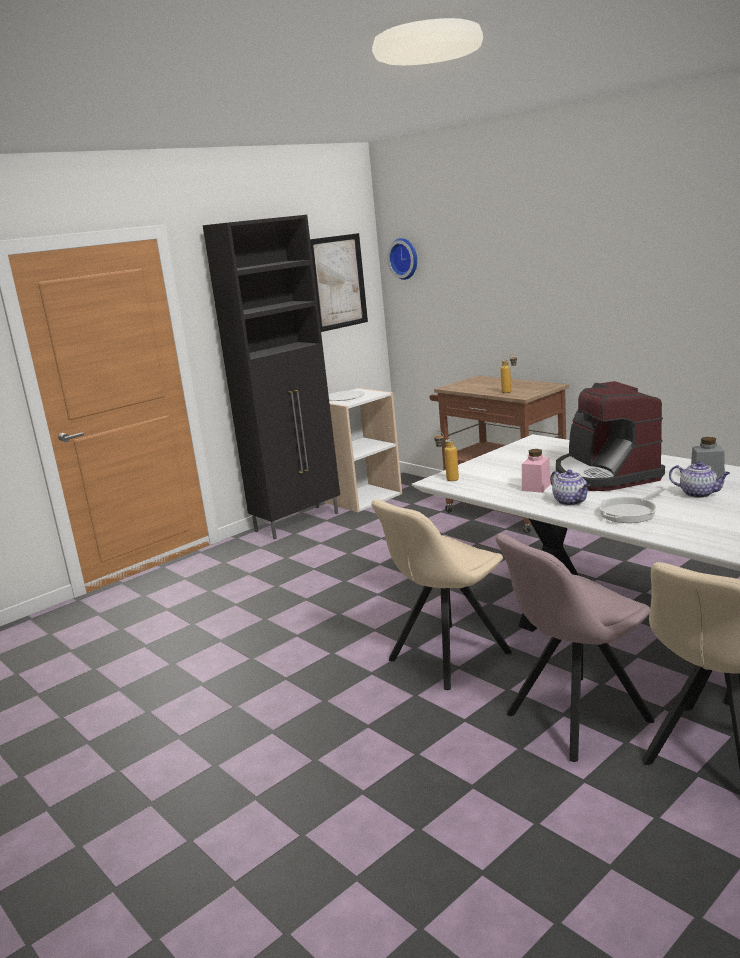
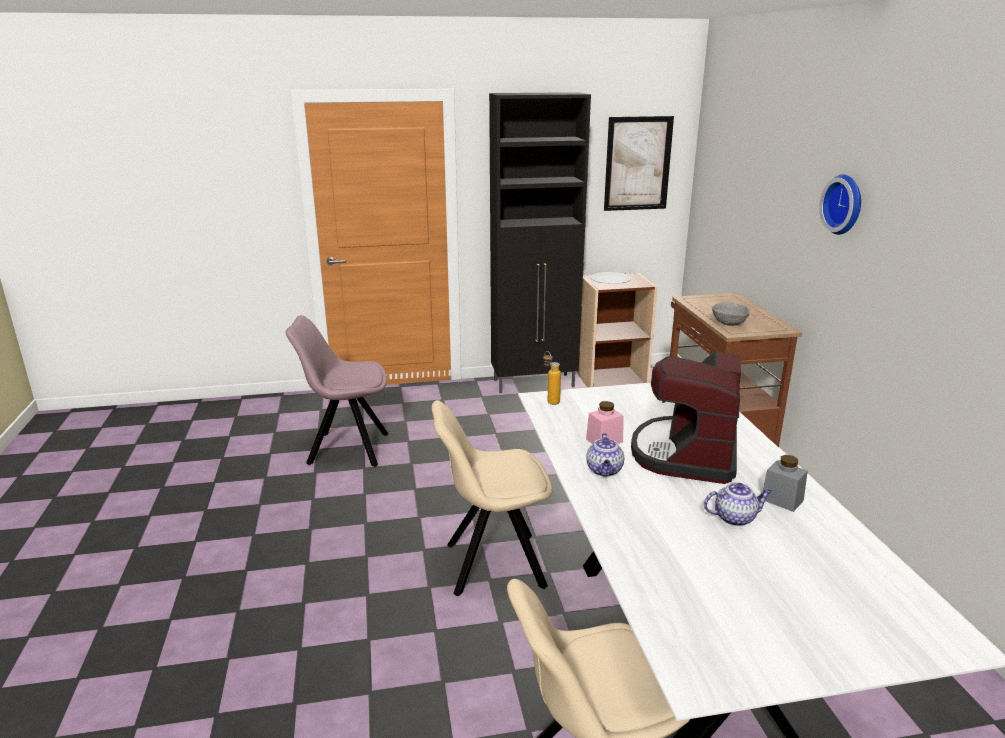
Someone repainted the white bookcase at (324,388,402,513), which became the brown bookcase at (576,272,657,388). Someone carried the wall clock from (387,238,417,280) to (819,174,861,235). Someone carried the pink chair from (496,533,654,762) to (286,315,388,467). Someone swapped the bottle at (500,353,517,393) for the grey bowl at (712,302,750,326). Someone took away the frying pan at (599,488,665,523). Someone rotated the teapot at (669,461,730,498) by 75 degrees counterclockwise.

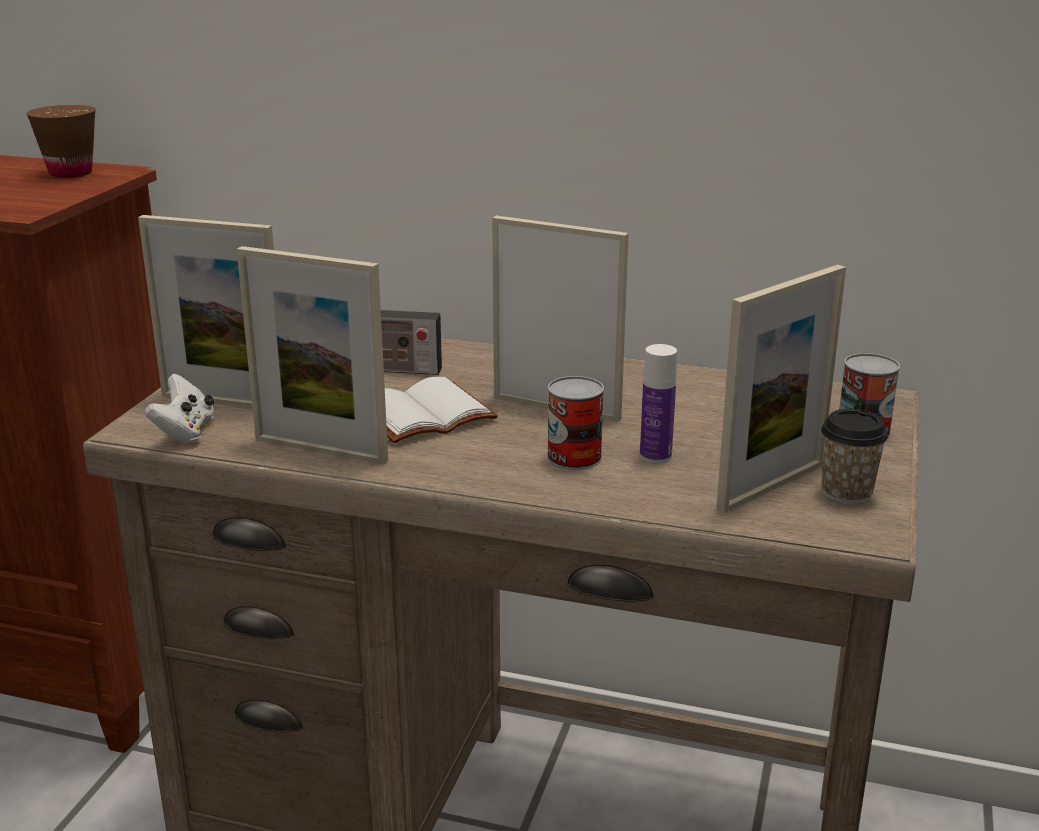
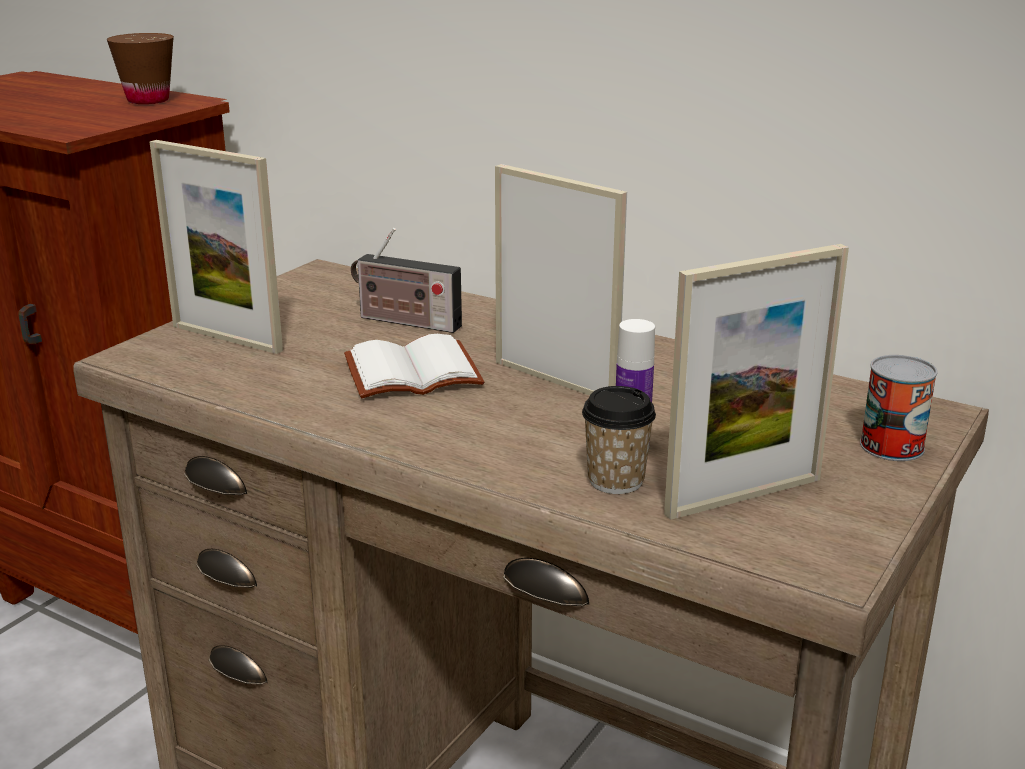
Someone took away the white game controller at (144,374,214,444). Someone took away the picture frame at (237,246,388,465). Someone took away the can at (547,376,604,470). Someone carried the cup from (821,409,888,504) to (582,386,656,494).

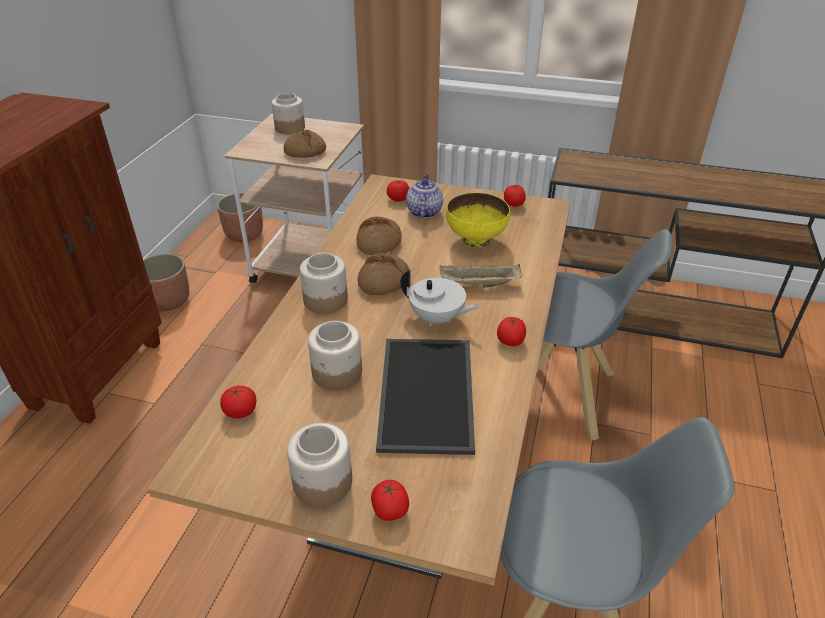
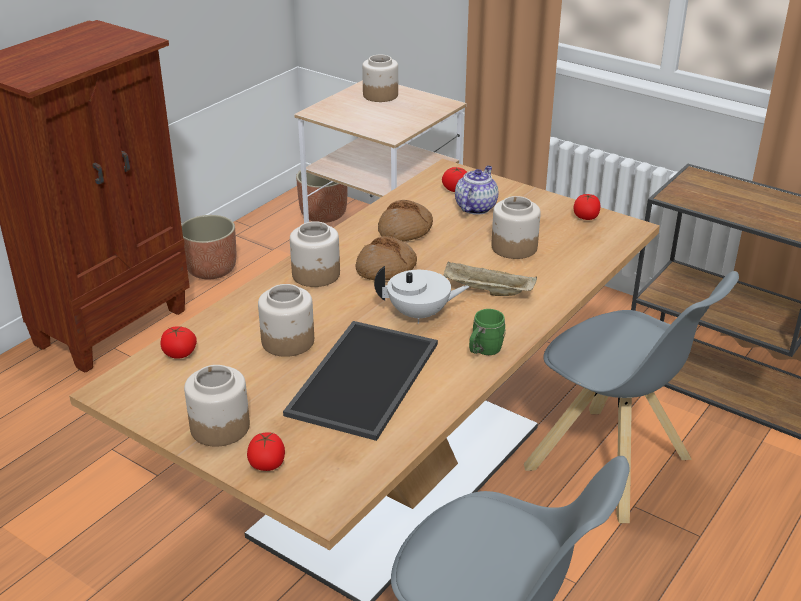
Someone took away the bread at (283,130,326,158). Someone rotated the white teapot at (401,269,480,327) by 45 degrees counterclockwise. Someone swapped the yellow bowl at (446,192,510,248) for the jar at (491,196,541,259). Someone swapped the tomato at (497,316,526,346) for the green mug at (469,309,506,355).

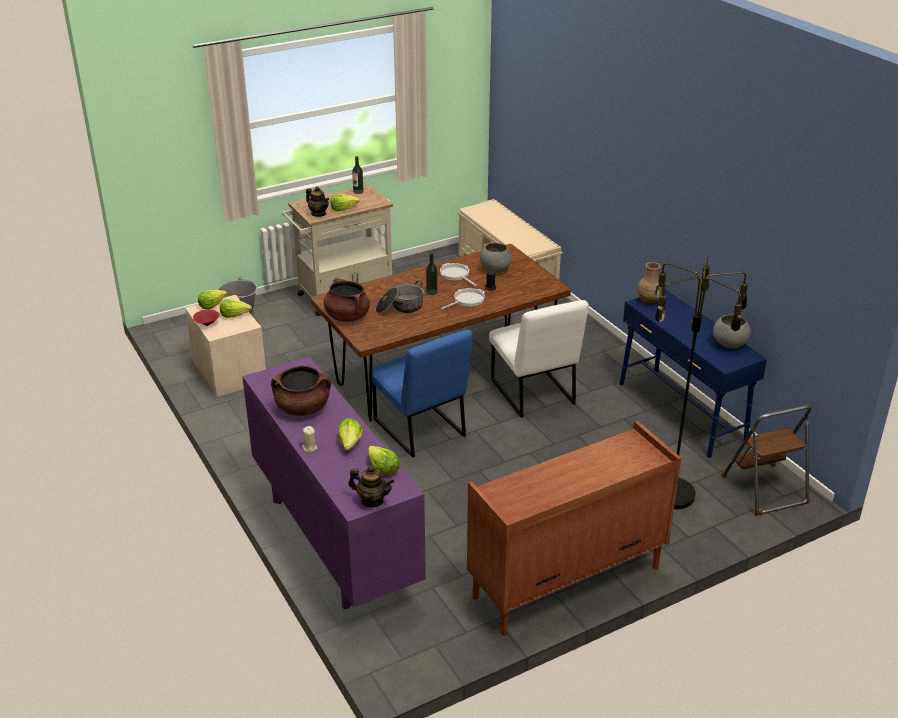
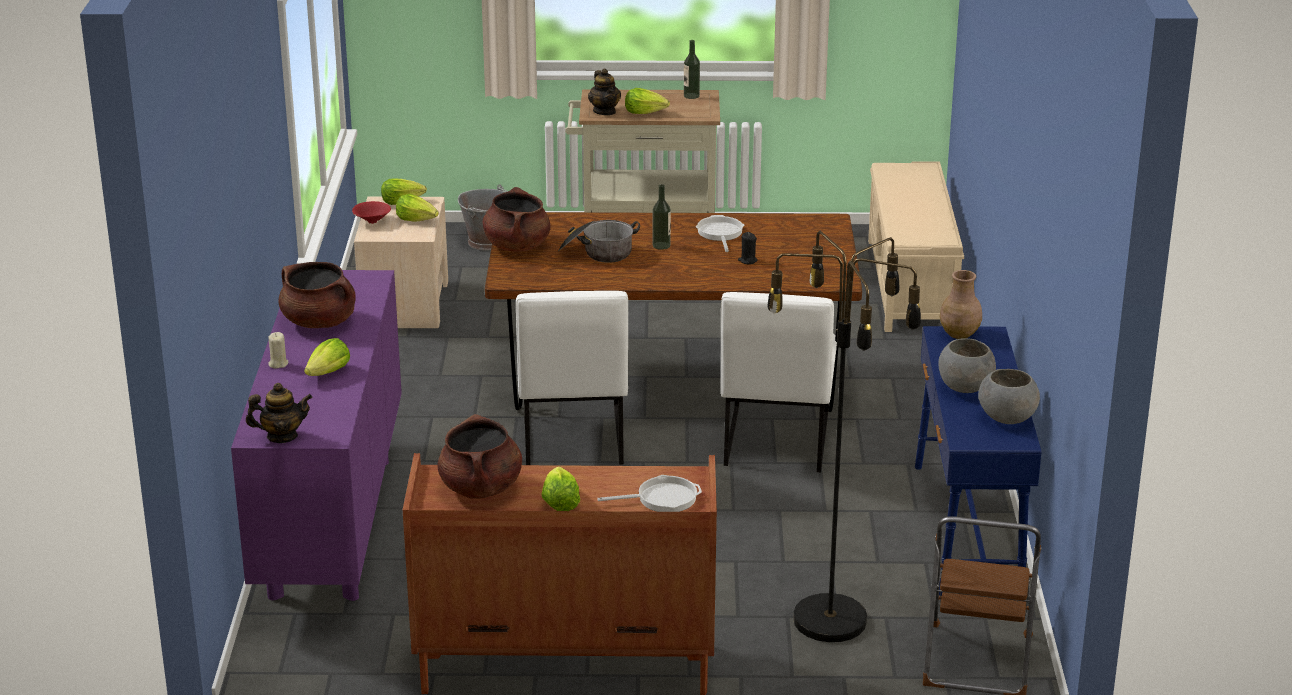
Someone rotated the teapot at (348,466,394,507) by 60 degrees counterclockwise. Someone carried the lettuce from (368,446,400,475) to (542,467,580,511). Someone repainted the blue chair at (369,330,473,458), which became the white chair at (516,291,628,465). Someone carried the frying pan from (440,288,485,310) to (597,475,702,512). Someone carried the grey bowl from (480,243,512,273) to (938,338,996,393). Someone put down the brown cooking pot at (437,414,522,499).

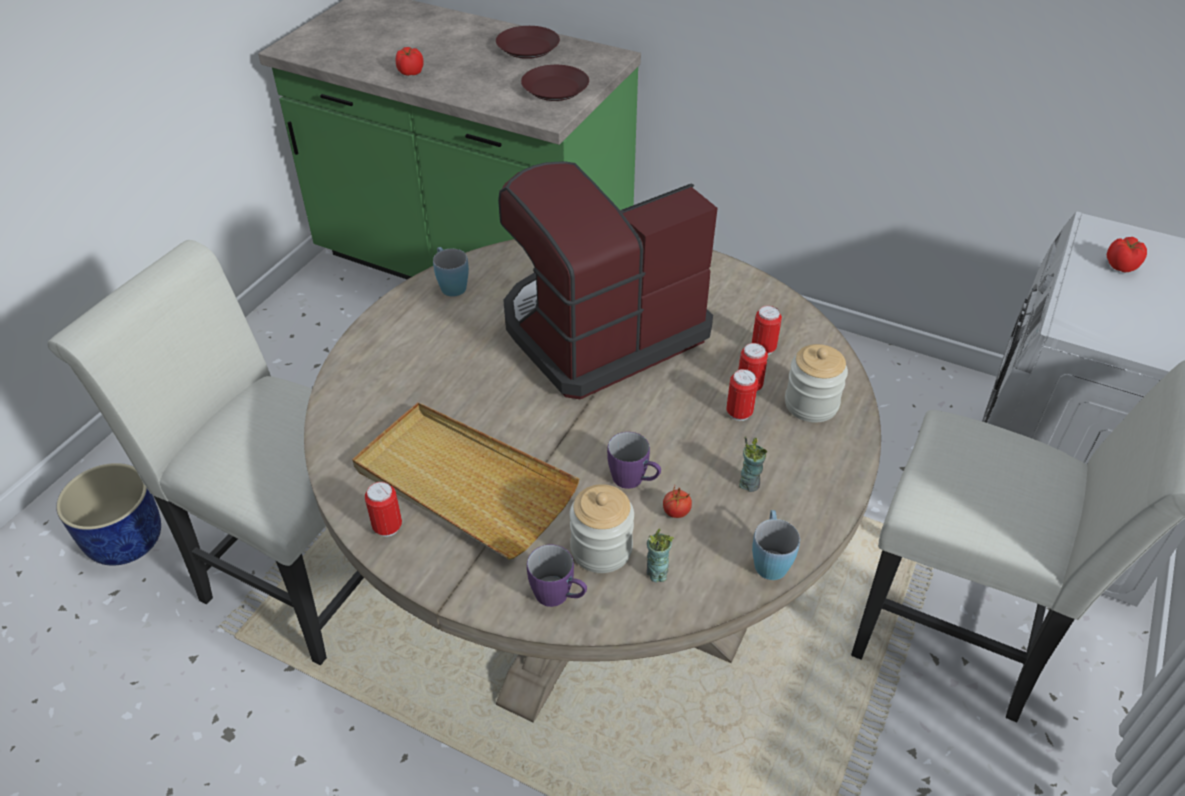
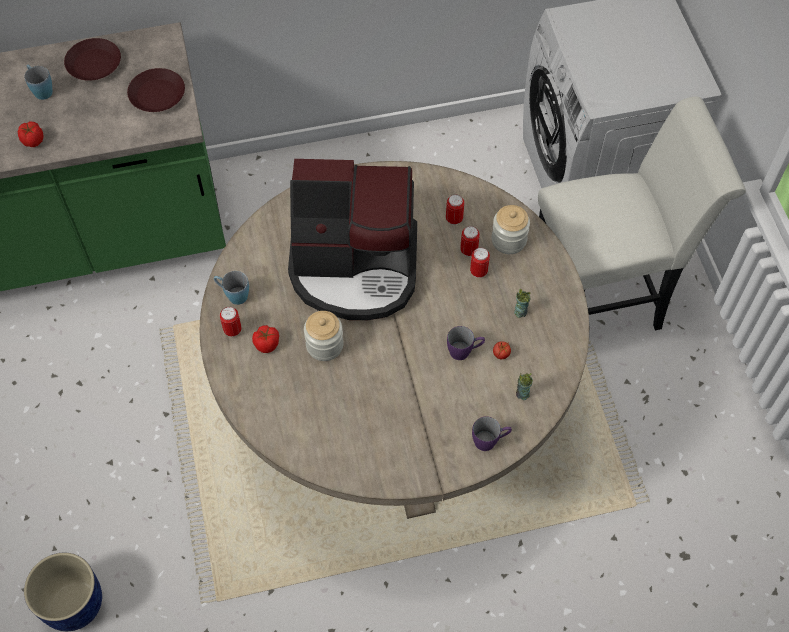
Someone took away the white chair at (47,240,364,665). Someone took away the beige tray at (352,402,579,559). Someone carried the can from (365,482,402,537) to (220,307,242,337). Someone rotated the coffee machine at (498,161,718,400) by 105 degrees counterclockwise. Someone carried the jar from (569,484,634,573) to (304,311,344,361). Someone carried the blue mug from (752,510,800,580) to (24,64,53,100). Someone carried the tomato from (1107,237,1147,272) to (252,325,279,353).

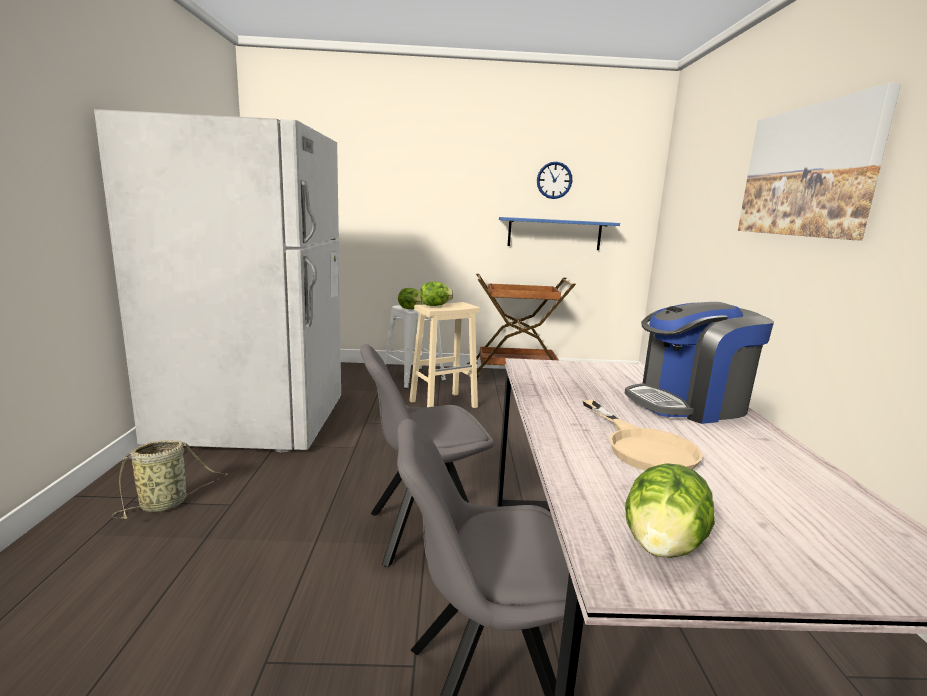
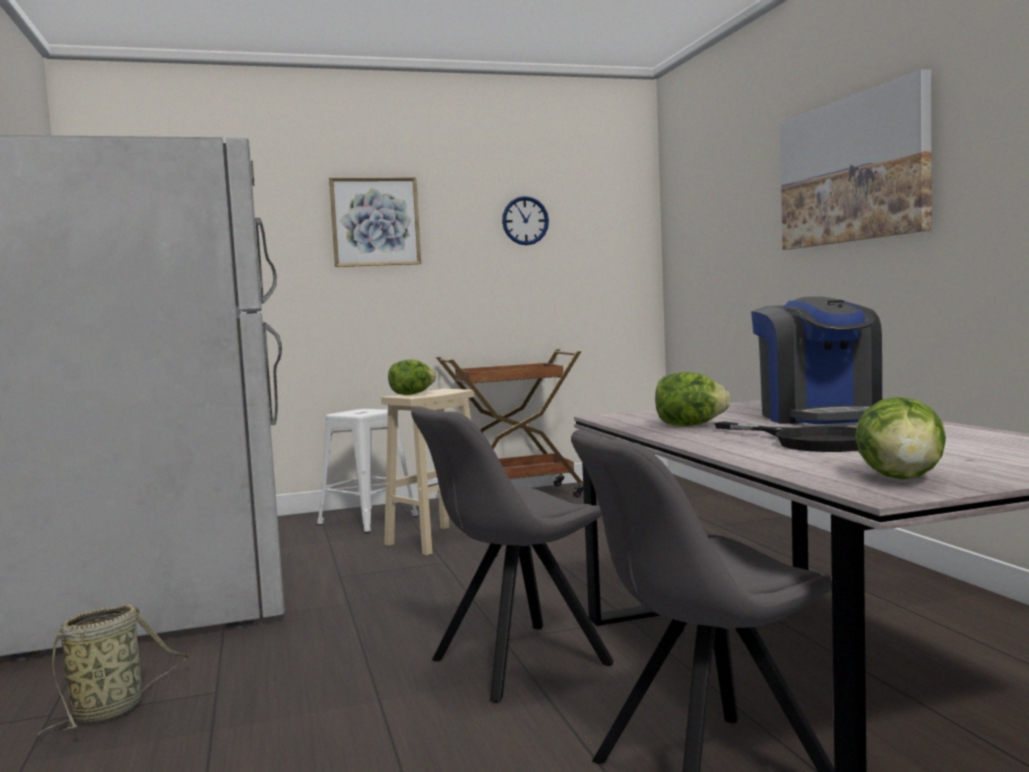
Someone carried the lettuce from (398,288,425,309) to (655,372,731,426). Someone took away the blue shelf at (499,217,620,250). Someone repainted the beige frying pan at (583,400,703,471), which became the black frying pan at (714,421,858,452). Someone rotated the coffee machine at (625,302,774,424) by 60 degrees counterclockwise. Someone put up the picture at (329,178,421,267).

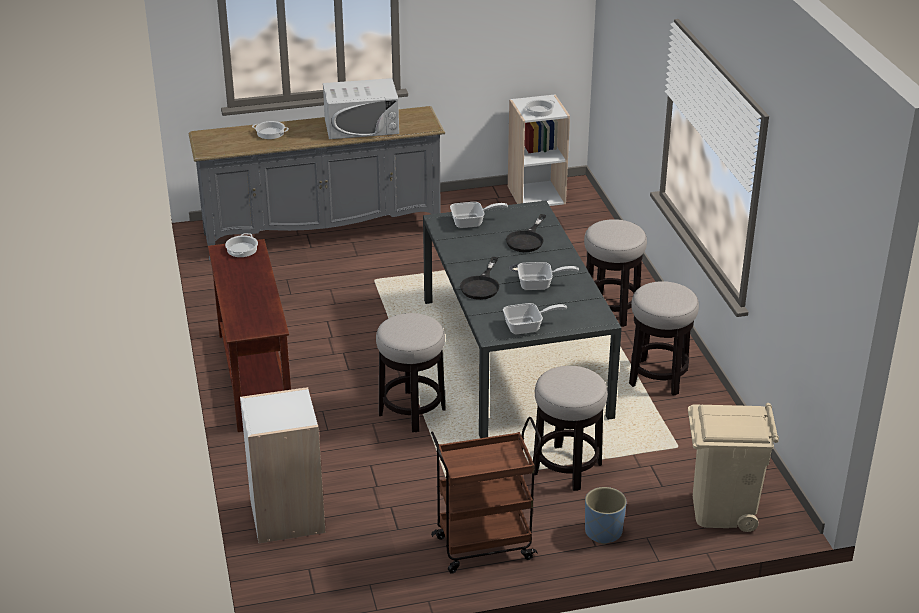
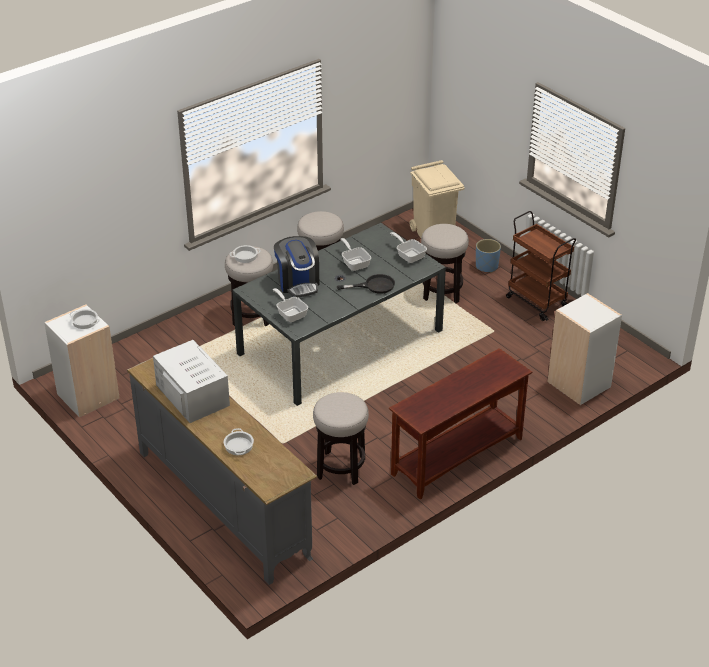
Someone carried the cooking pot from (225,233,258,257) to (230,245,261,263). Someone carried the stool from (376,313,446,432) to (313,392,369,485). Someone swapped the black frying pan at (506,214,546,252) for the coffee machine at (274,236,319,297).

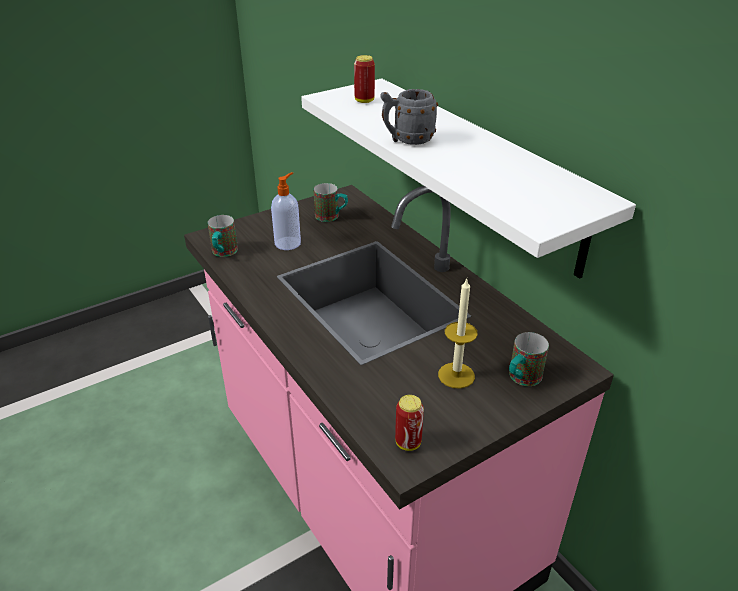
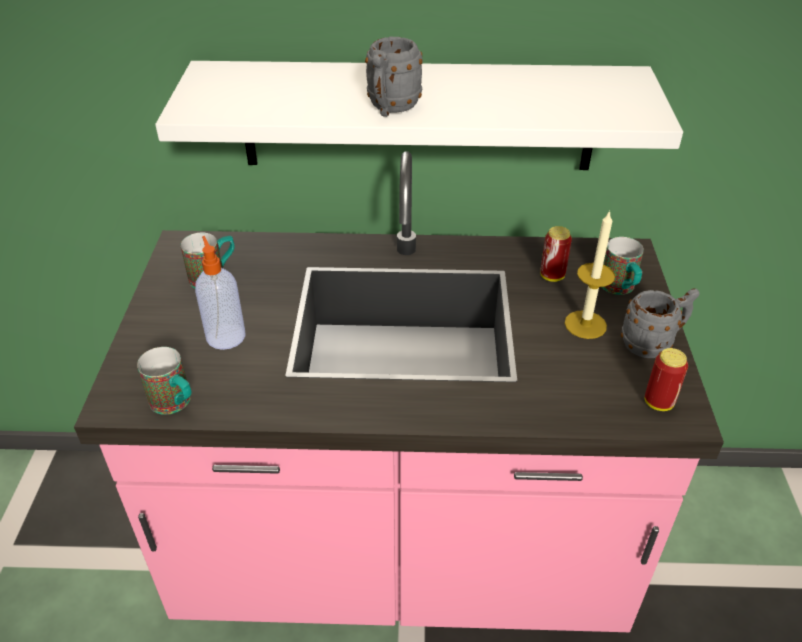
Someone carried the can from (354,55,375,103) to (540,226,572,282). Someone put down the grey mug at (621,288,700,358).

